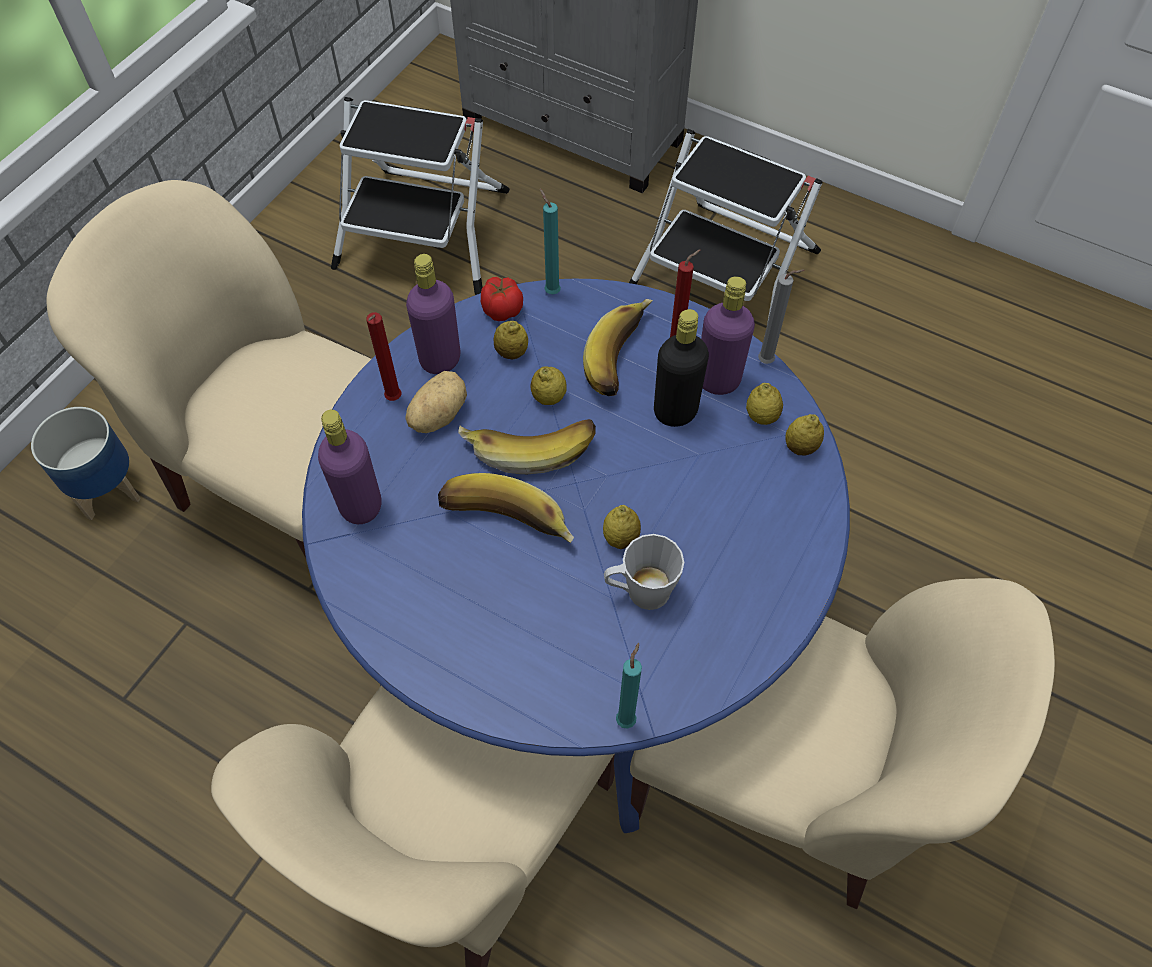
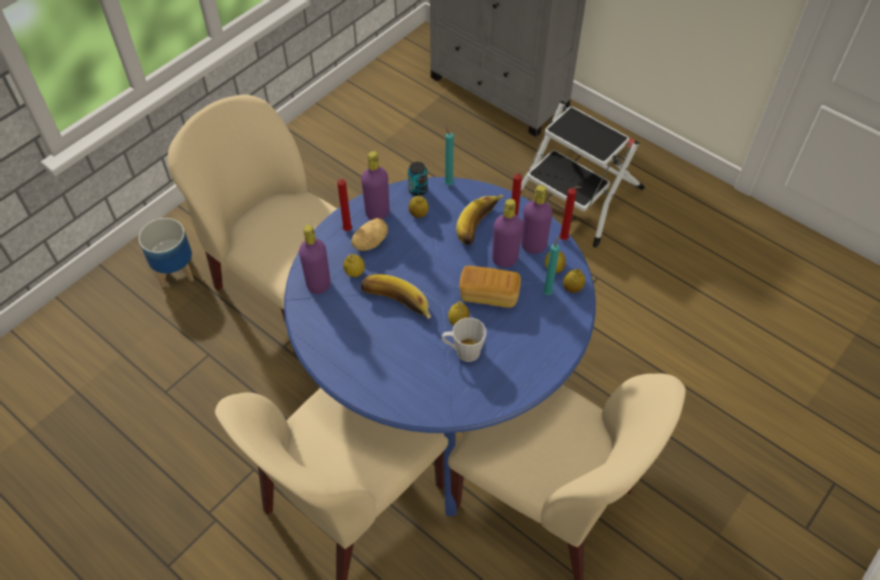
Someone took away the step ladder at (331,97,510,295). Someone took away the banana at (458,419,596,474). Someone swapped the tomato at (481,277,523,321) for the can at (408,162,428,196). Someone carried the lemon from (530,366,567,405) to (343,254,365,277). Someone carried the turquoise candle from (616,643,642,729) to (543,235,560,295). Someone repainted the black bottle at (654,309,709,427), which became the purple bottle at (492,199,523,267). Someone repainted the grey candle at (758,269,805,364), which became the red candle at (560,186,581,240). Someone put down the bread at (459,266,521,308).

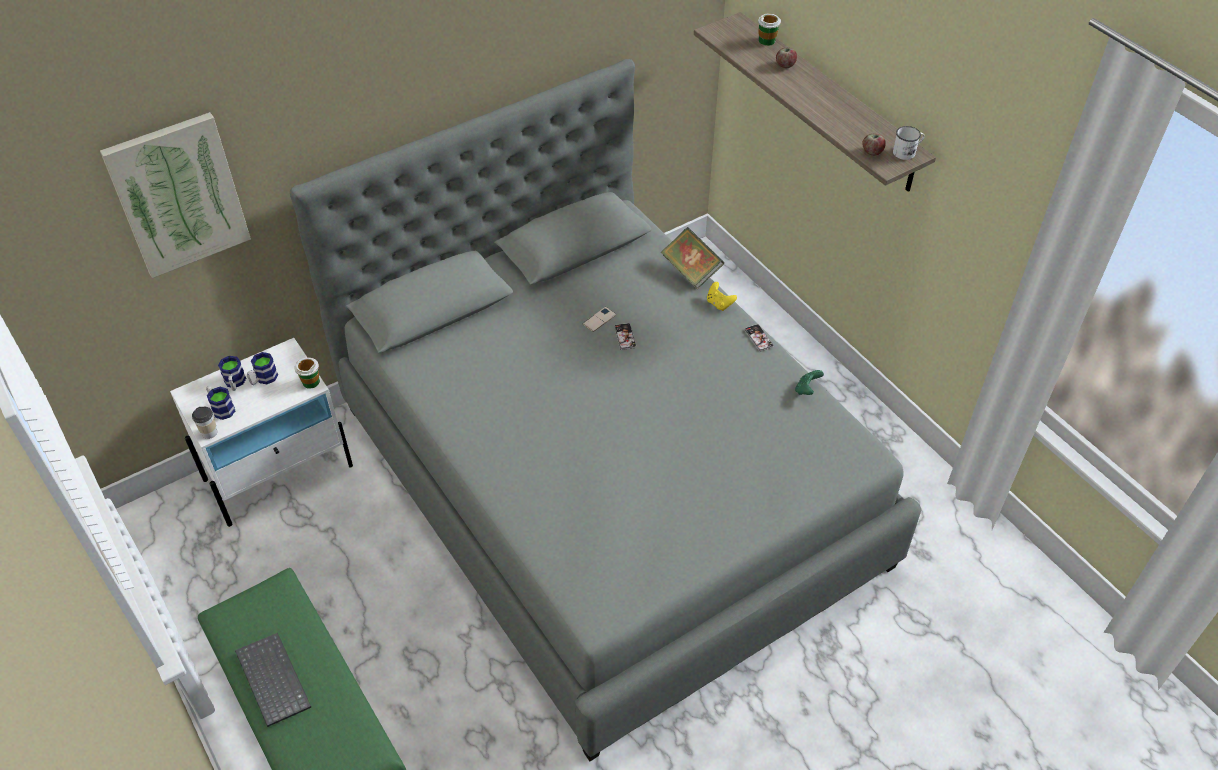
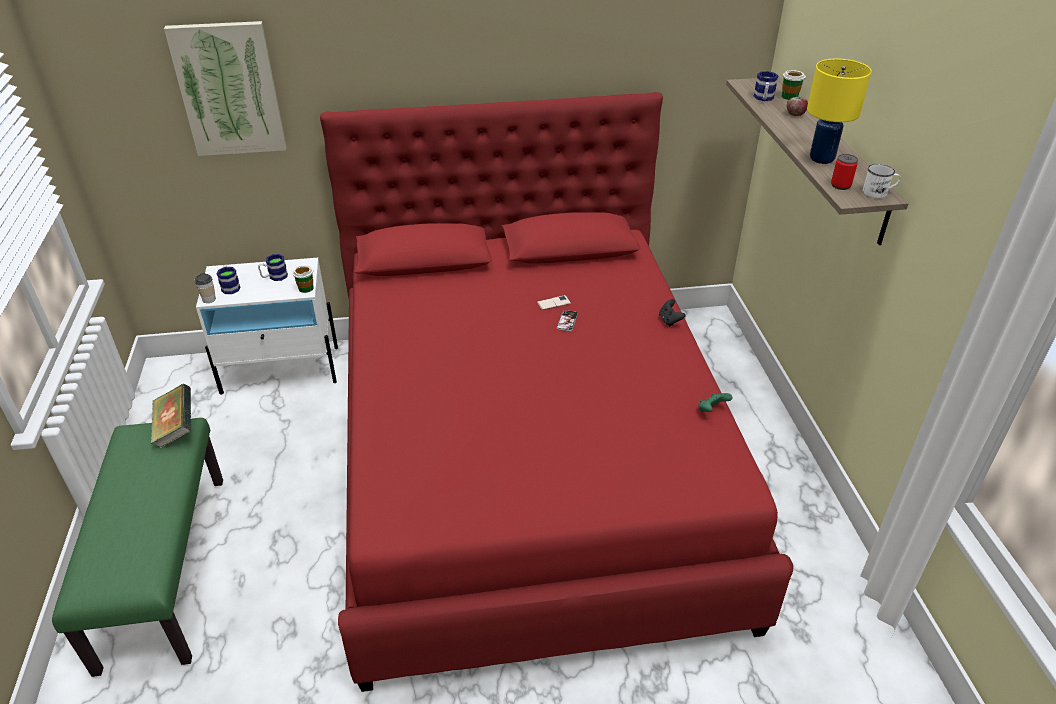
Someone carried the mug from (218,356,246,391) to (754,71,778,101). Someone took away the keyboard at (235,633,311,727). Someone repainted the grey bed at (290,59,921,761), which became the red bed at (320,92,793,692). Someone carried the book from (661,227,724,290) to (150,384,191,449). Someone repainted the yellow game controller at (707,282,737,311), which became the black game controller at (659,299,685,327). Someone took away the phone at (744,324,774,351). Someone swapped the apple at (862,133,886,156) for the can at (831,154,858,190). Someone put down the yellow table lamp at (807,59,871,164).

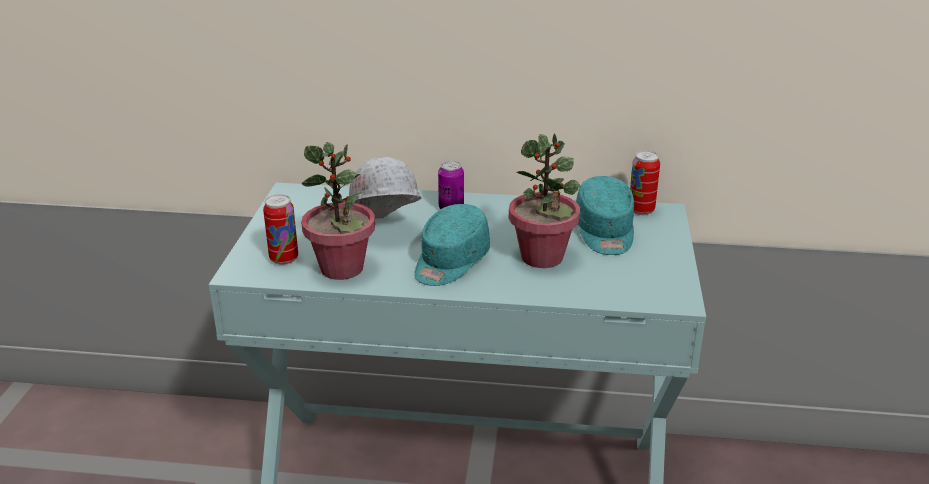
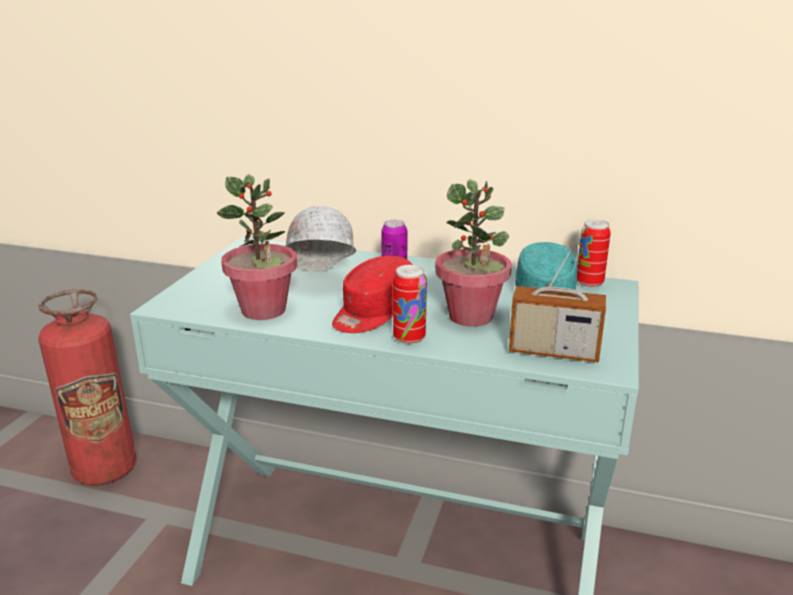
Someone carried the can from (263,194,298,265) to (393,265,427,344). Someone repainted the turquoise cap at (414,204,490,286), which became the red cap at (332,256,412,333). Someone put down the fire extinguisher at (38,289,136,485). Someone put down the radio at (509,226,606,362).

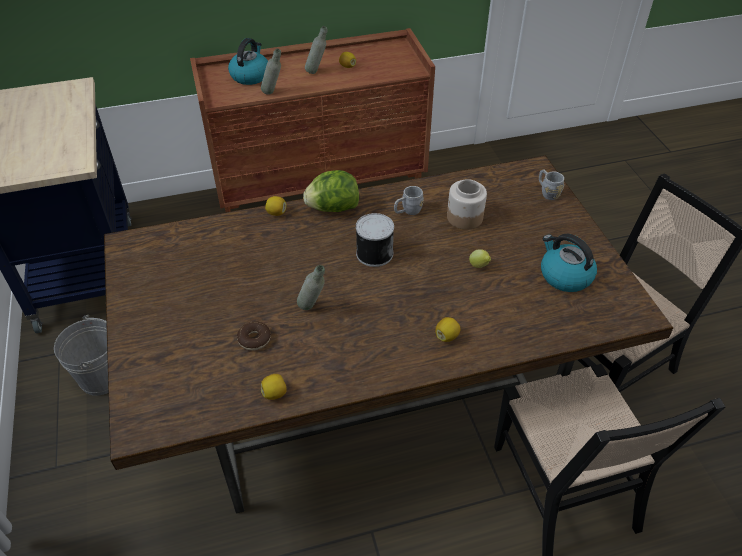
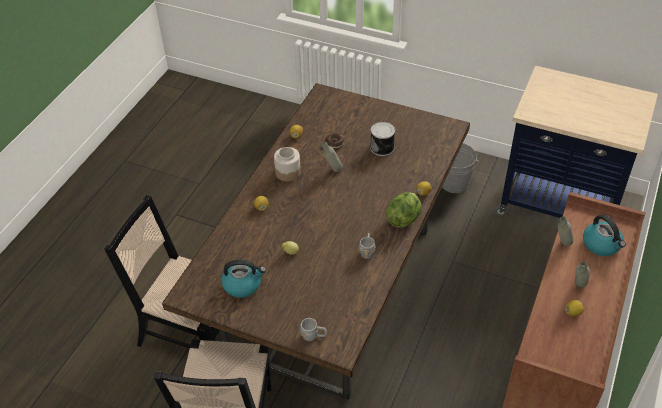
Someone carried the can from (356,213,394,267) to (370,122,395,156). Someone carried the jar from (447,179,487,230) to (274,147,301,182).

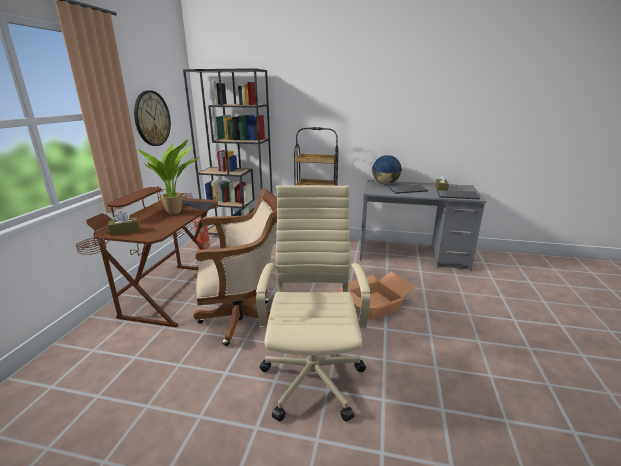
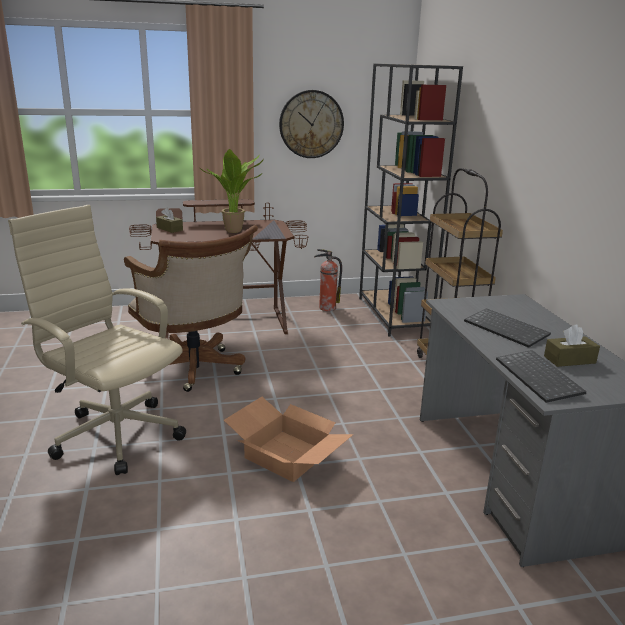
Someone rotated the beige office chair at (256,185,370,422) by 120 degrees counterclockwise. Someone took away the globe at (372,155,402,184).

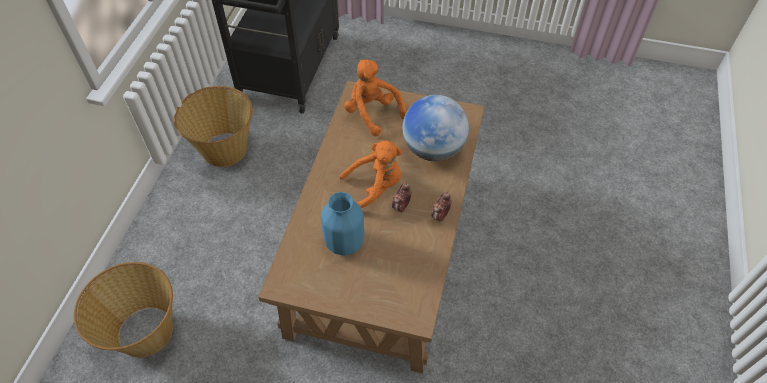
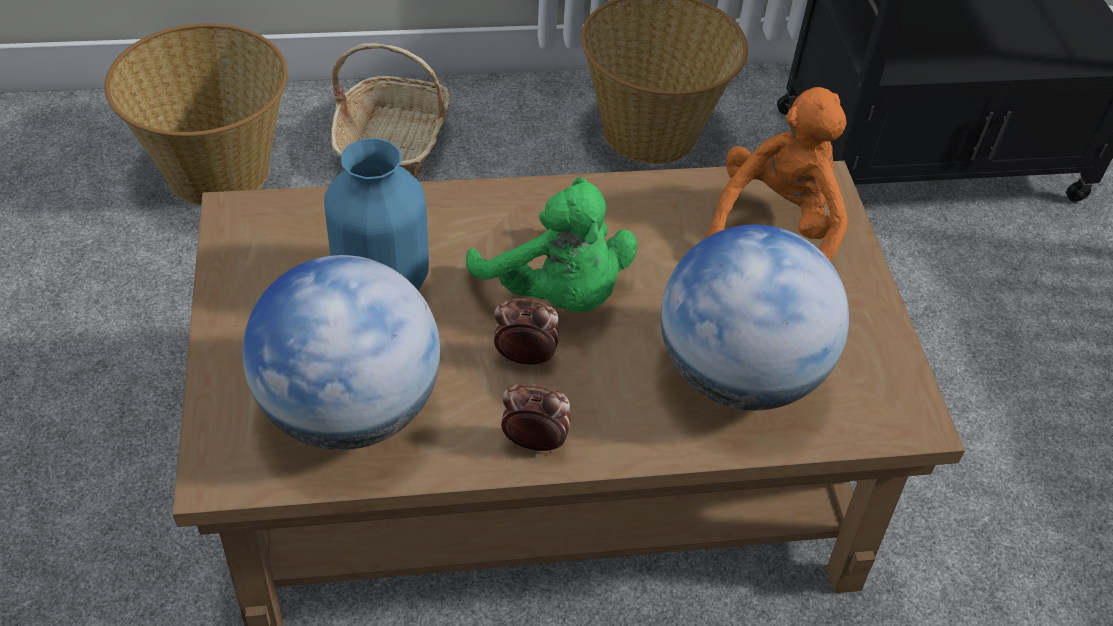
Someone repainted the orange plush toy at (339,140,402,208), which became the green plush toy at (466,177,637,312). Someone put down the globe at (243,255,440,450). Someone put down the basket at (331,43,451,178).

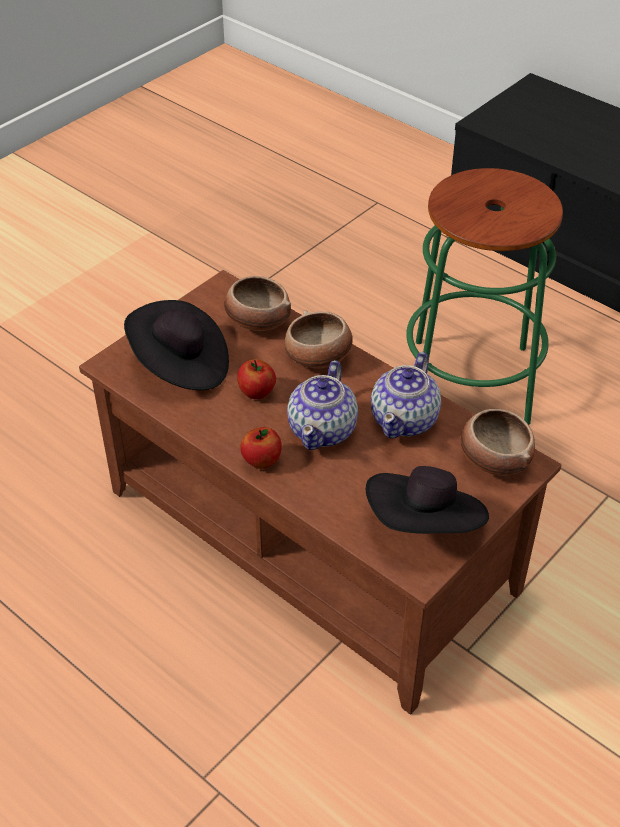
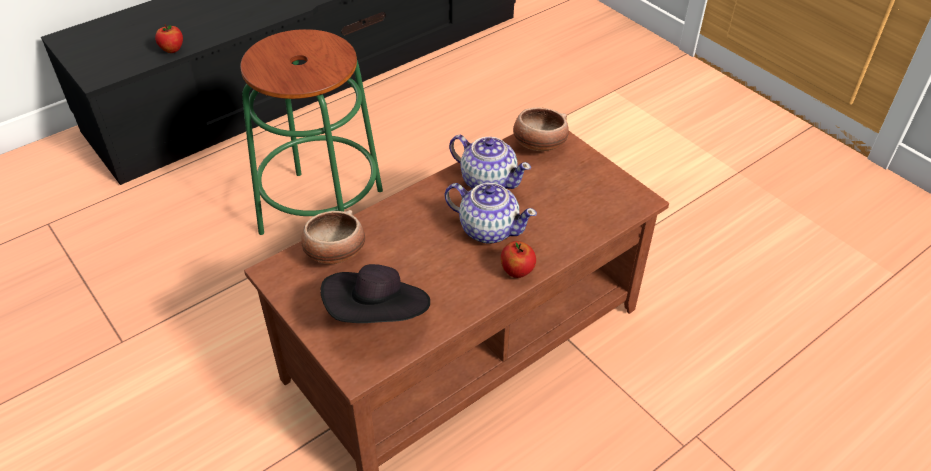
Someone carried the apple from (237,359,276,399) to (155,24,183,53). Someone took away the bowl at (285,311,353,369). Someone took away the black hat at (366,466,489,534).

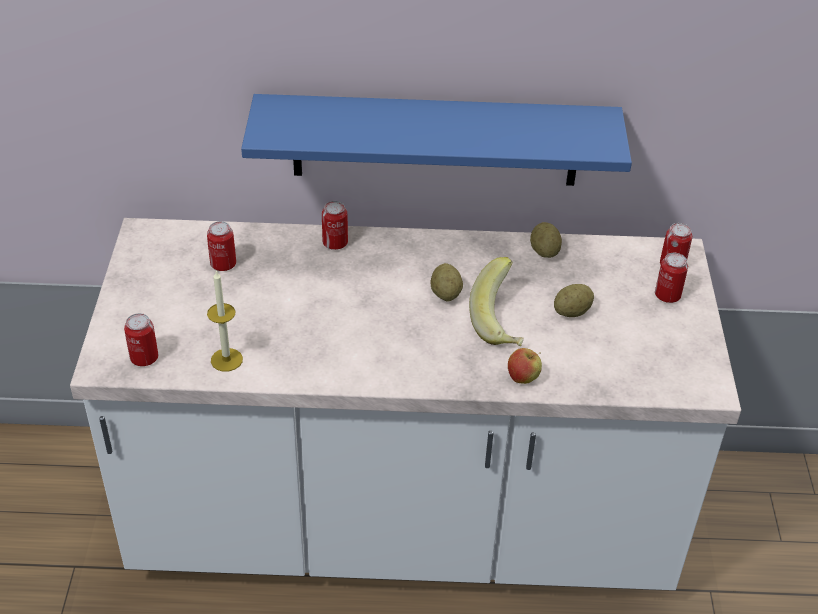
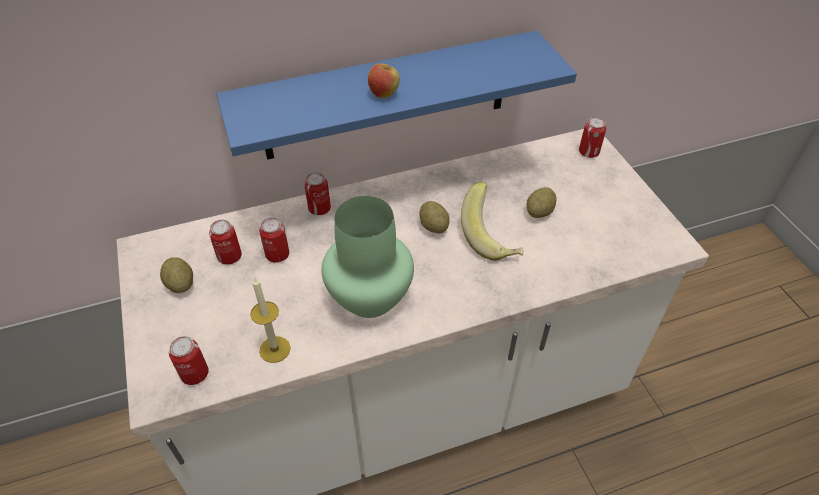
Someone carried the apple from (508,348,542,384) to (368,63,400,98). Someone carried the potato from (530,222,562,258) to (160,257,193,293). Someone carried the can from (655,253,688,303) to (259,218,289,262). Someone put down the green vase at (322,196,414,318).

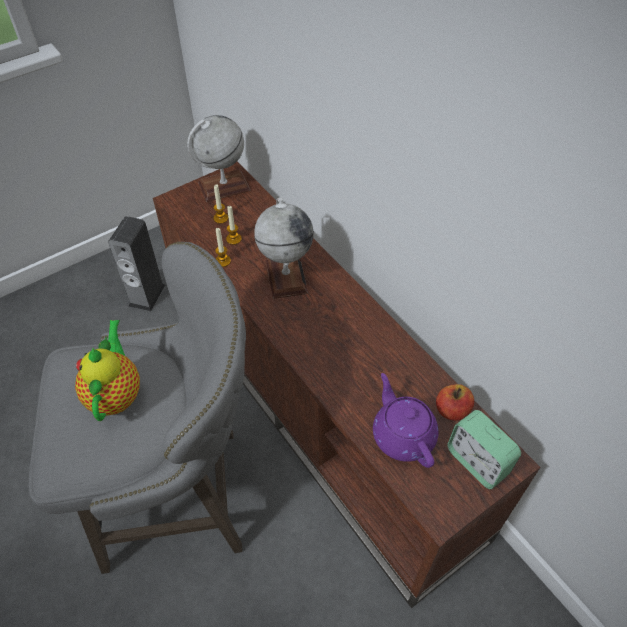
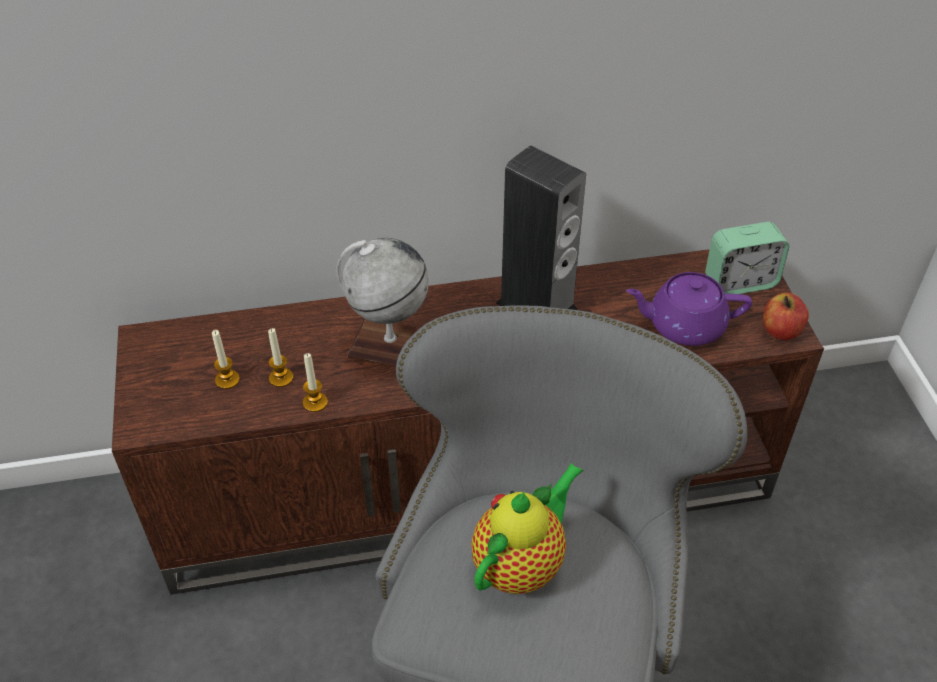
Someone rotated the teapot at (75,320,140,421) by 105 degrees clockwise. Someone carried the speaker from (108,216,165,312) to (496,146,586,310). Someone took away the globe at (187,115,250,202). Someone carried the apple from (436,384,474,421) to (763,293,809,340).

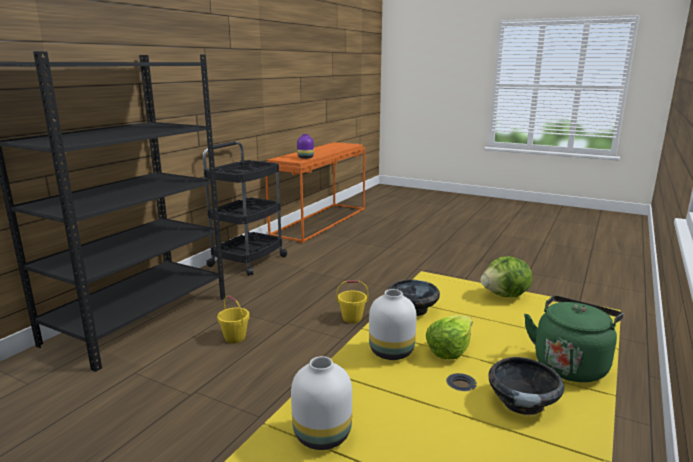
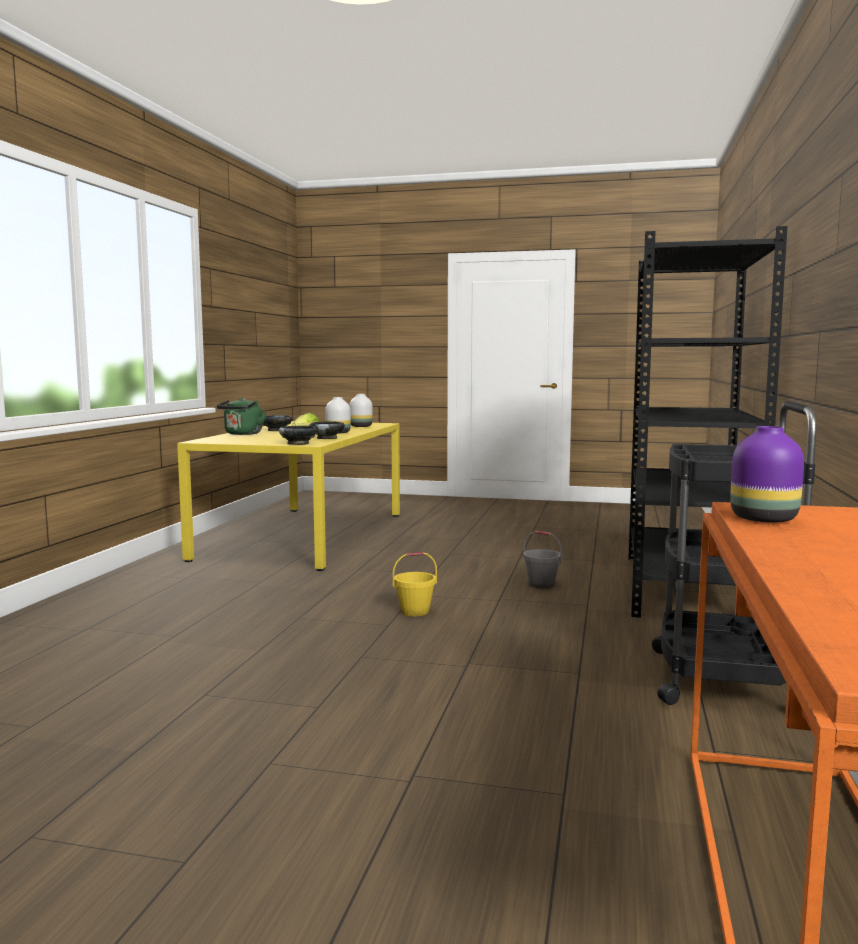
Someone repainted the yellow bucket at (217,295,250,343), which became the grey bucket at (523,531,562,588). Someone took away the lettuce at (481,256,532,297). Someone put down the black bowl at (279,426,317,445).

